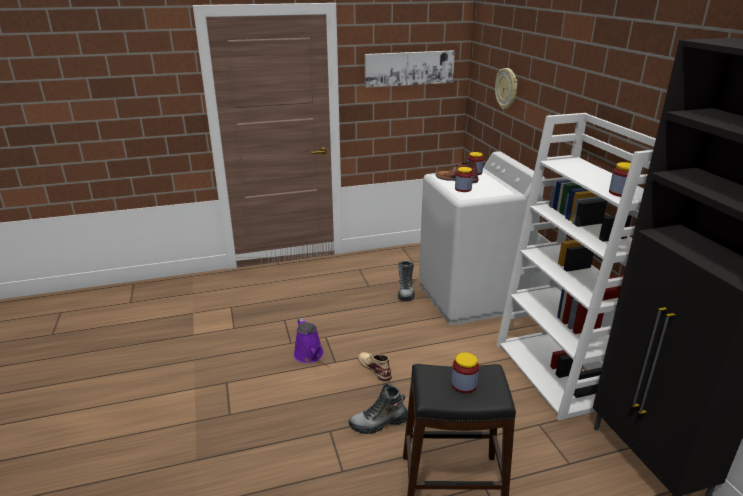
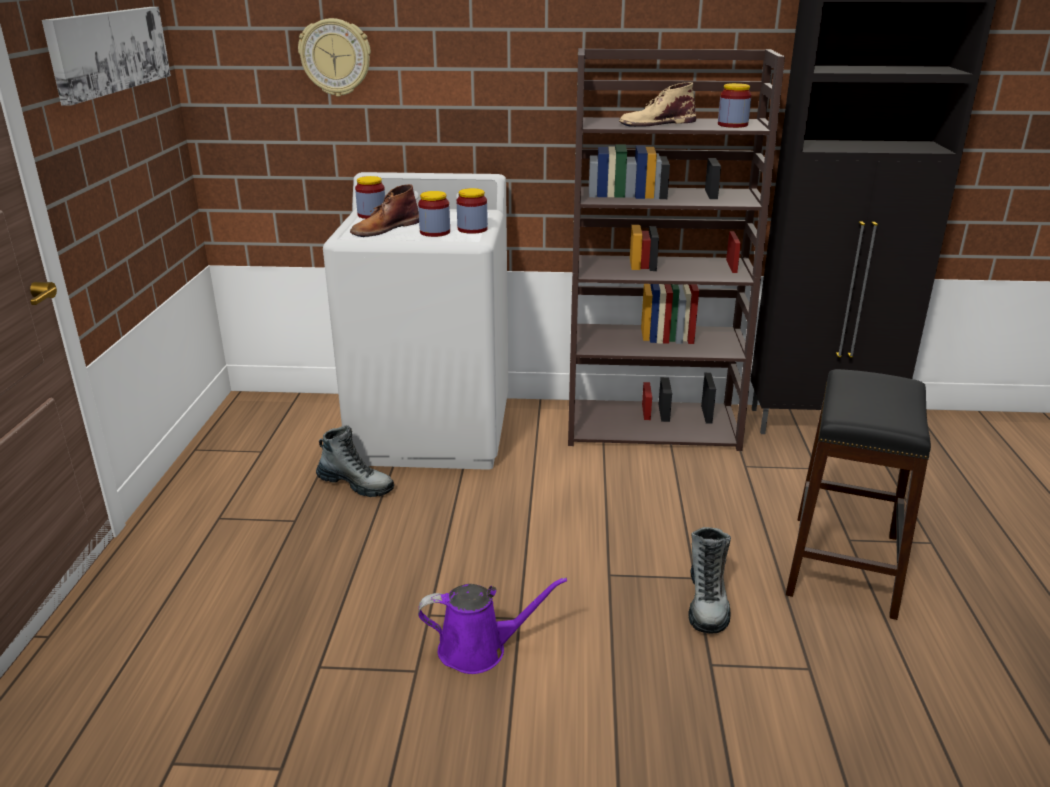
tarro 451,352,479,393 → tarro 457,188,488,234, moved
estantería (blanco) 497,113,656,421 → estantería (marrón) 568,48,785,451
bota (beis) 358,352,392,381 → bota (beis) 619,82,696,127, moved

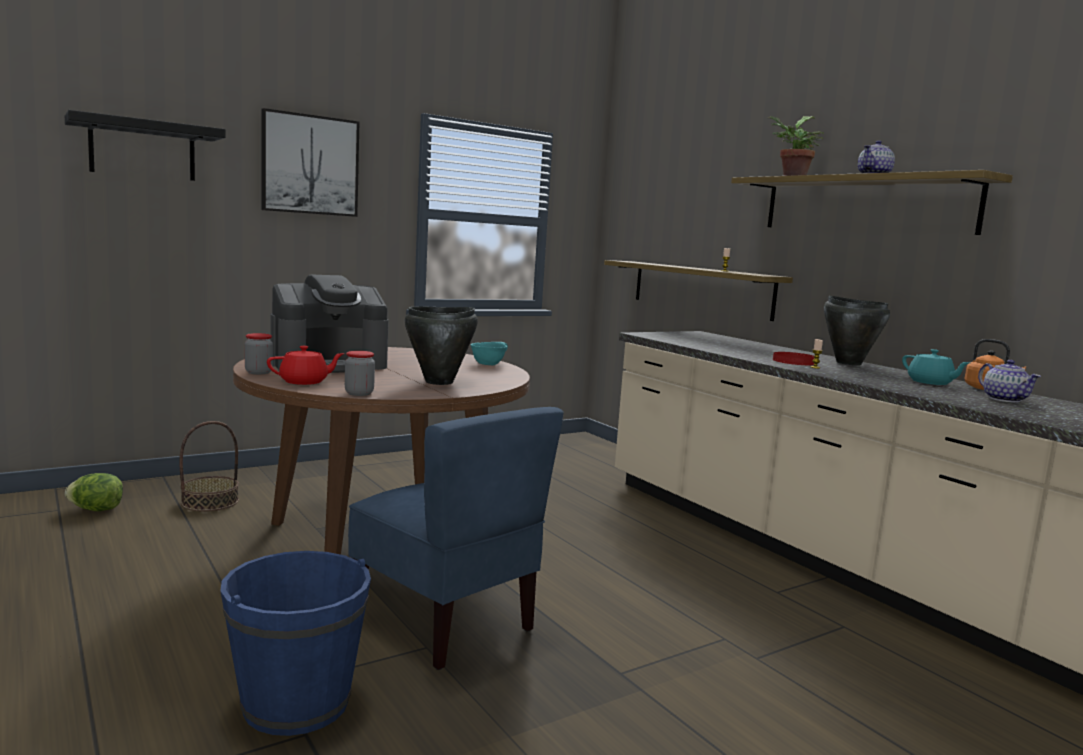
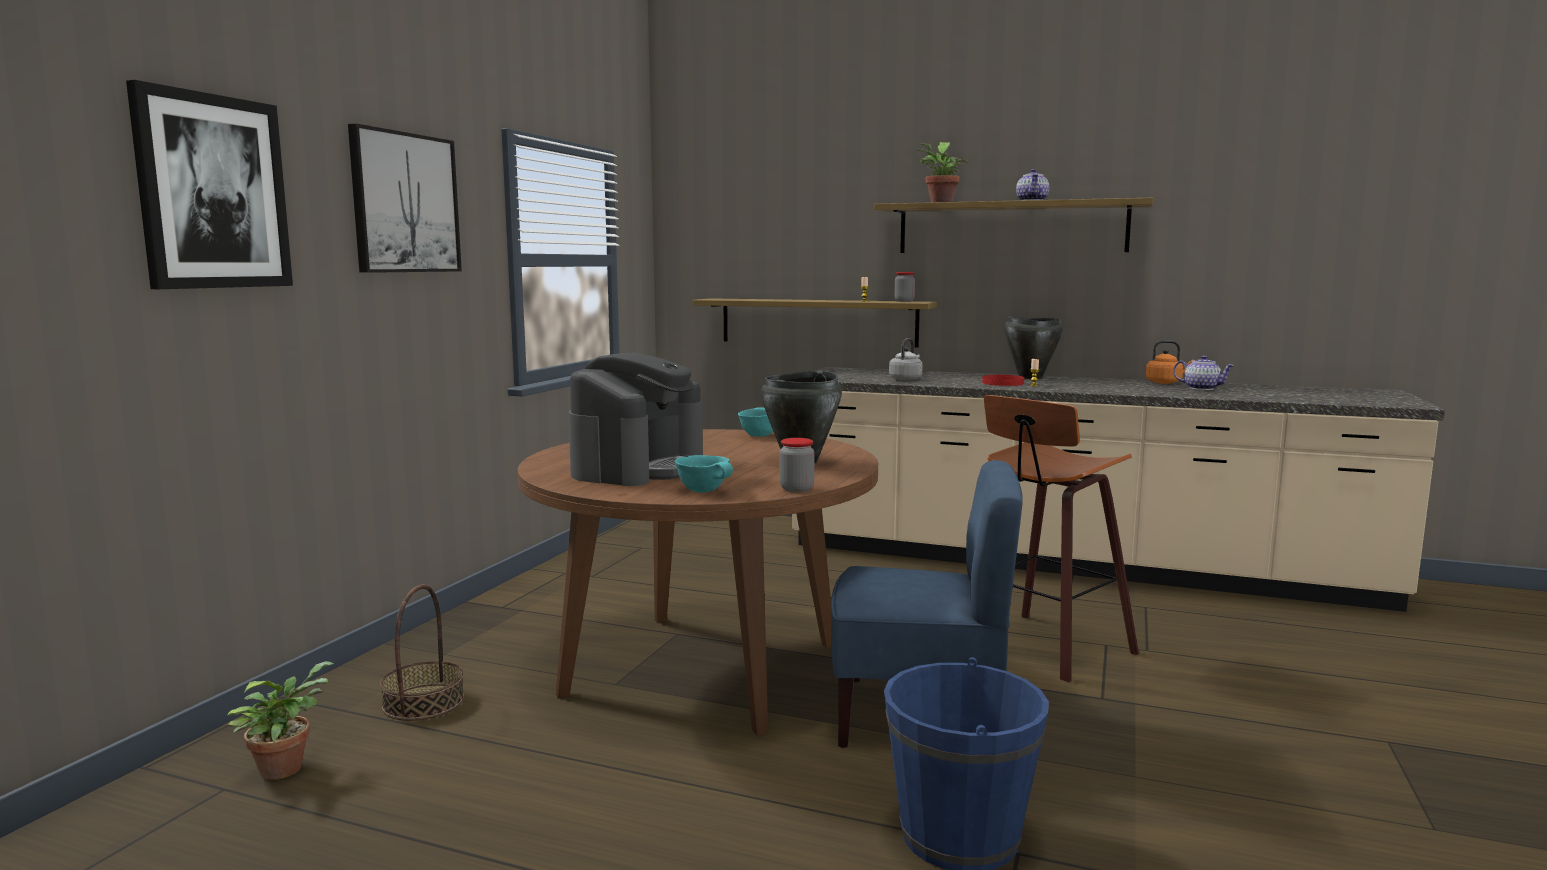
estante (negro) 65,110,226,181 → cuadro 126,80,293,289
lechuga 65,473,123,511 → planta en maceta 228,661,334,780
tetera (rojo) 267,346,345,385 → cuenco (turquesa) 675,455,733,493
- → hervidor (gris) 889,338,923,380
tarro 245,333,273,374 → tarro 895,272,915,302, moved
- → taburete 984,395,1139,682
tetera (turquesa) 902,349,969,385 → -

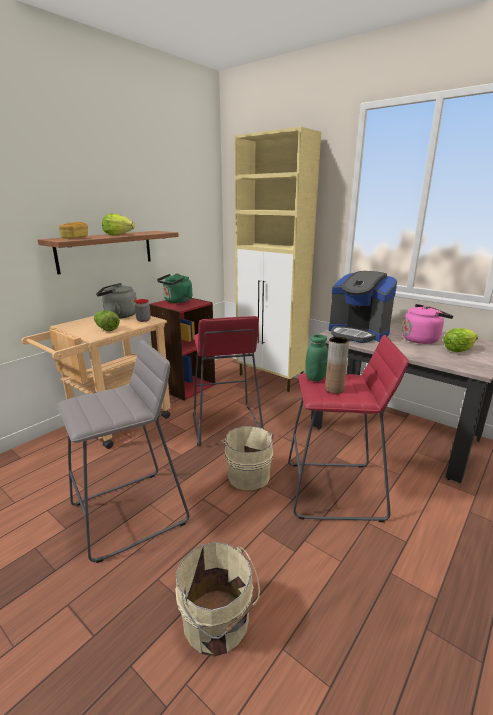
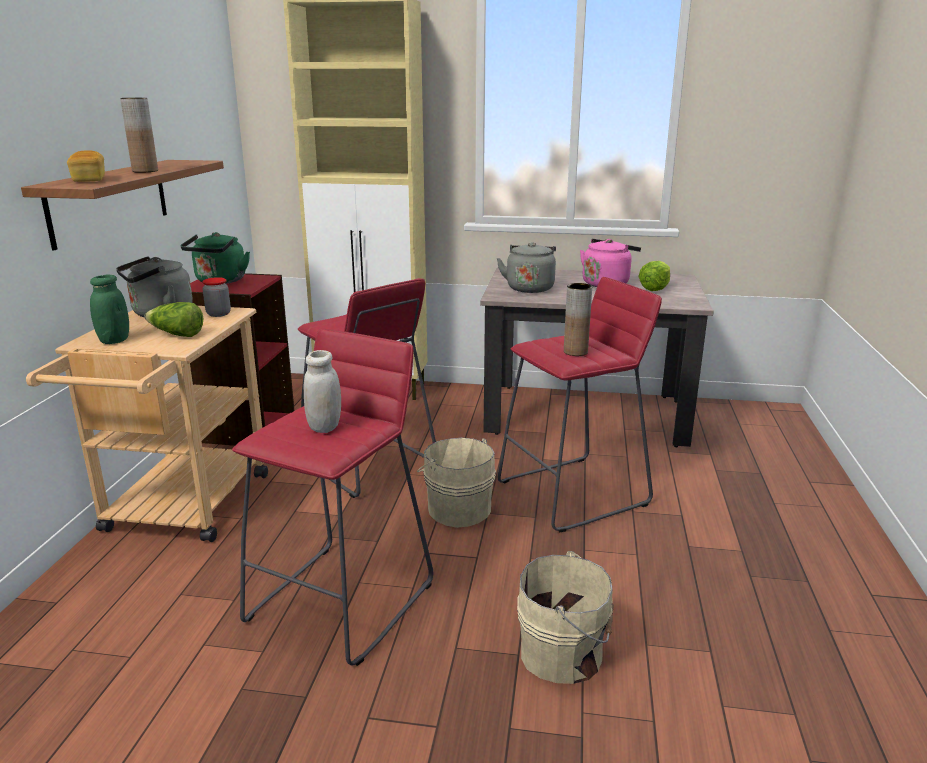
tarro (verde) 305,334,328,381 → tarro (verde) 90,275,129,344, moved
lechuga 102,213,135,235 → florero (marrón) 120,98,158,173
taburete (gris) 57,340,189,563 → taburete (rojo) 232,328,433,666
- → tarro (blanco) 303,350,341,433
cafetera 329,271,397,343 → hervidor (gris) 497,242,556,293

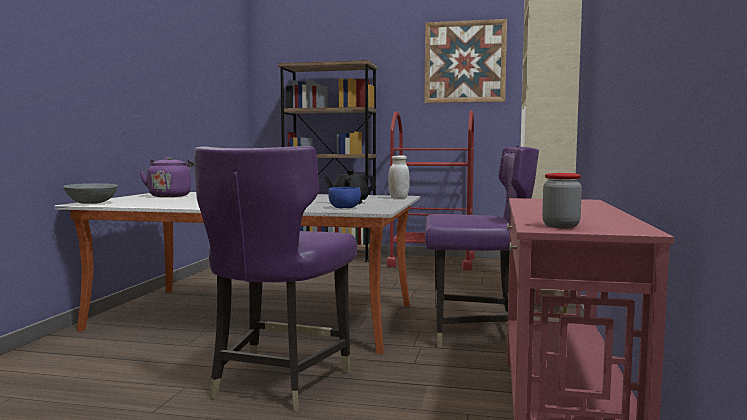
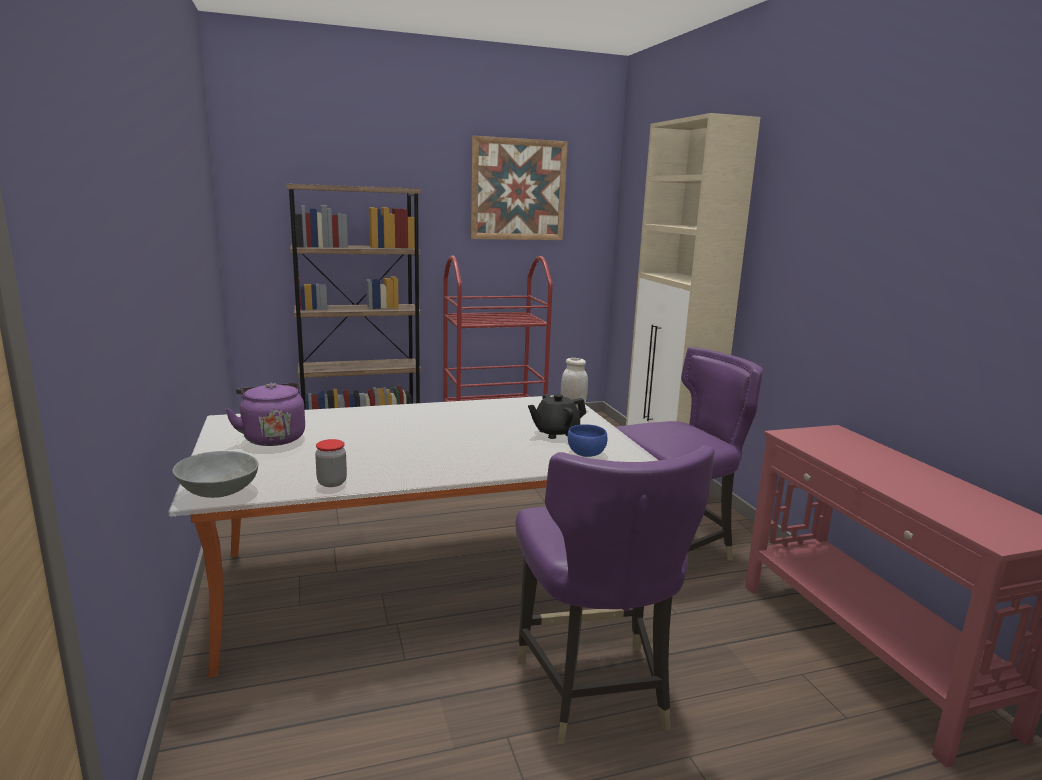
tarro 542,173,582,228 → tarro 315,439,347,487, moved

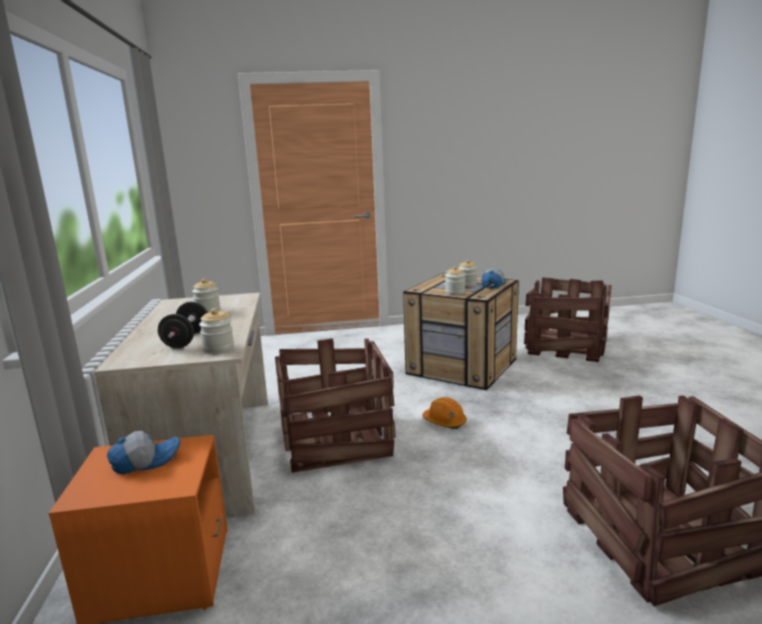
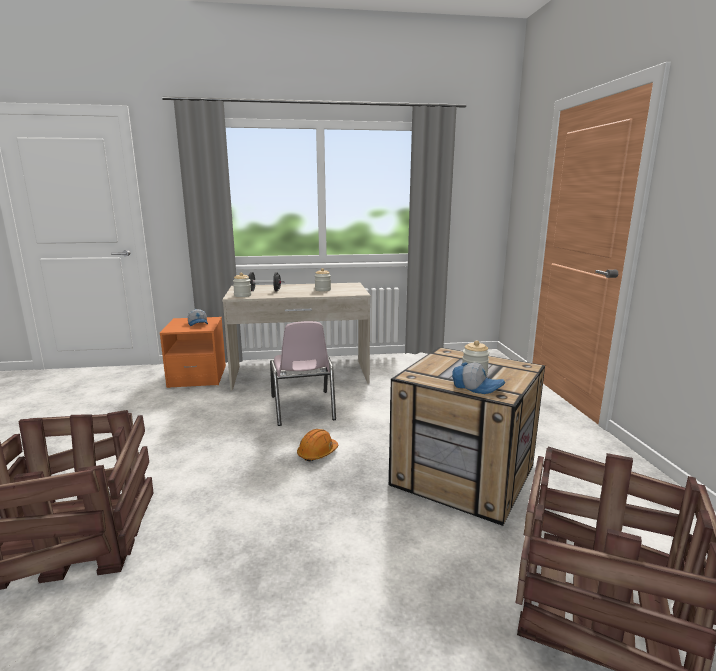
caja de embalaje 275,338,396,473 → silla (rosa) 270,321,336,426
tarro 445,266,465,295 → -

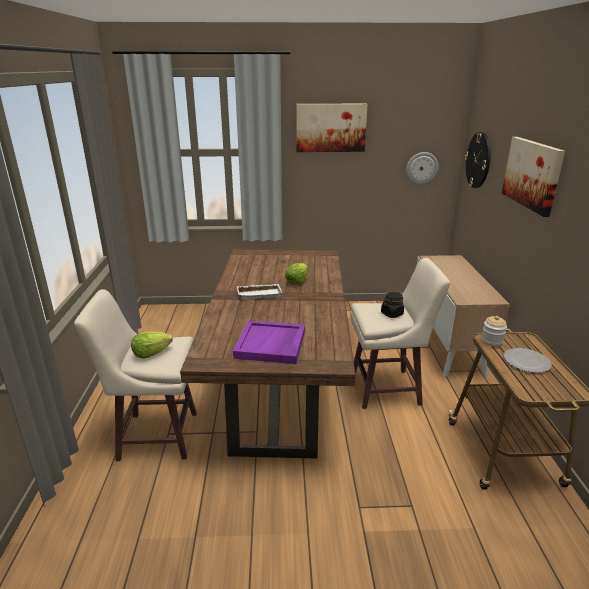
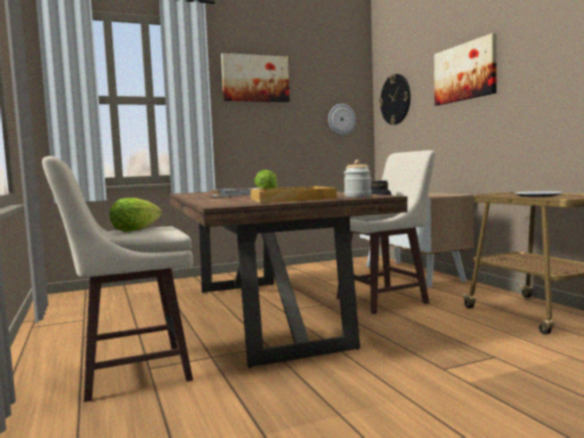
bandeja (morado) 233,320,305,364 → bandeja (beis) 250,186,337,203
tarro 481,316,507,347 → tarro 344,160,371,197, moved

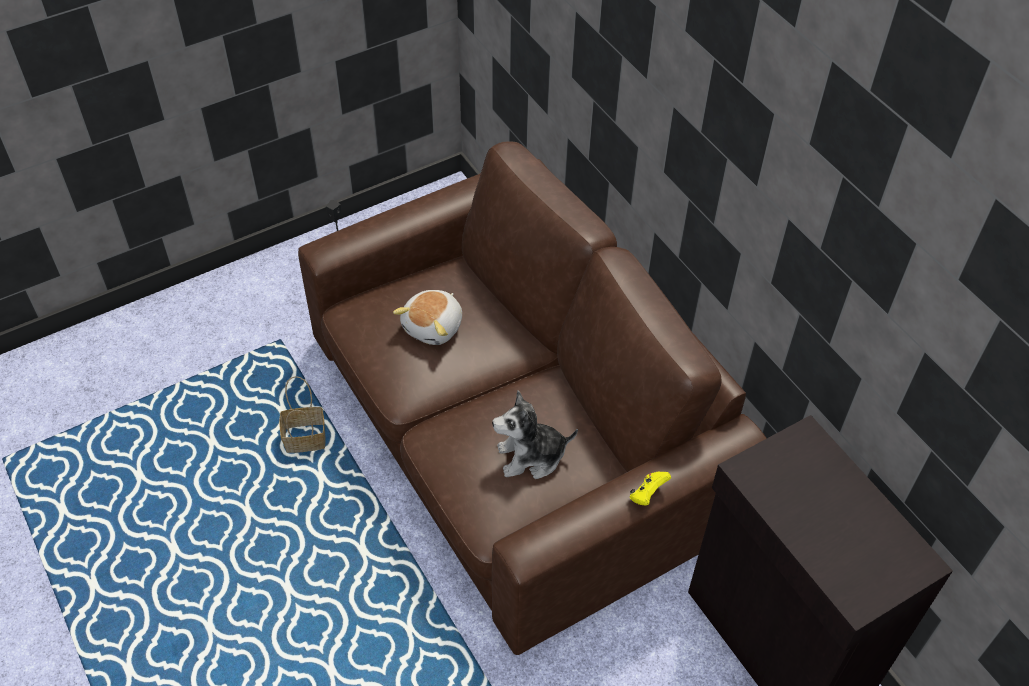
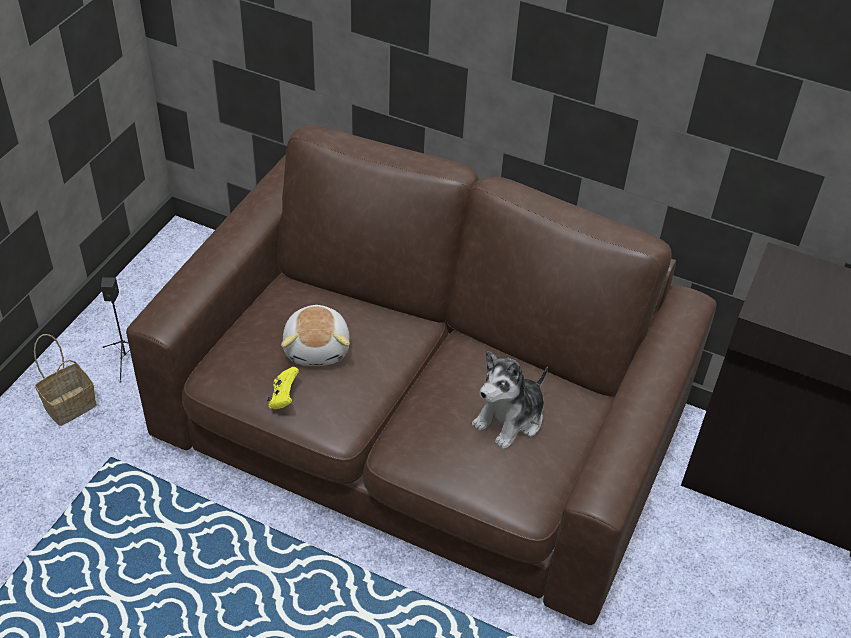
cesta 279,376,325,453 → cesta 34,334,97,426, moved
mando de consola (amarillo) 630,472,671,506 → mando de consola (amarillo) 267,367,299,409, moved

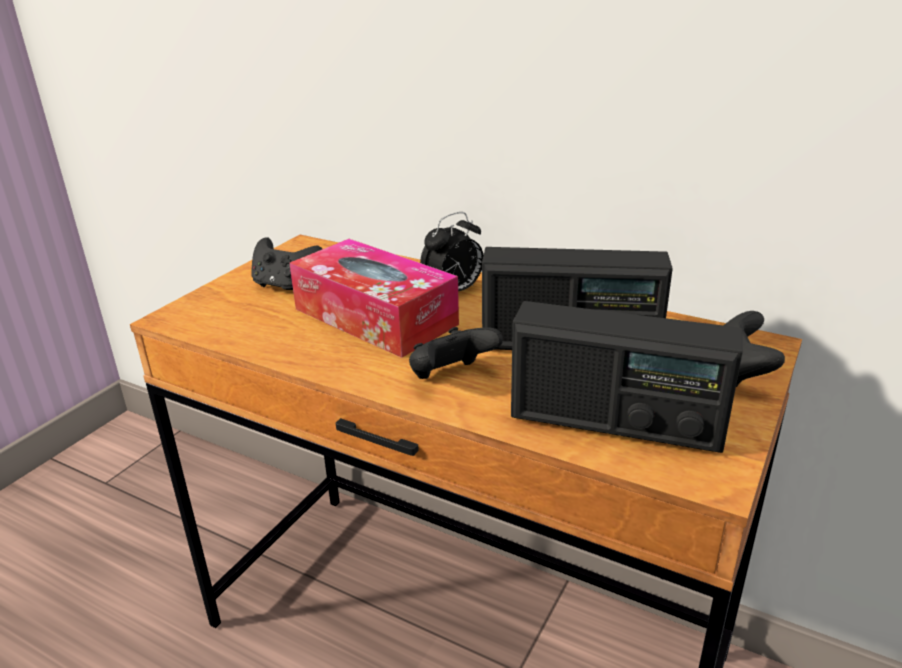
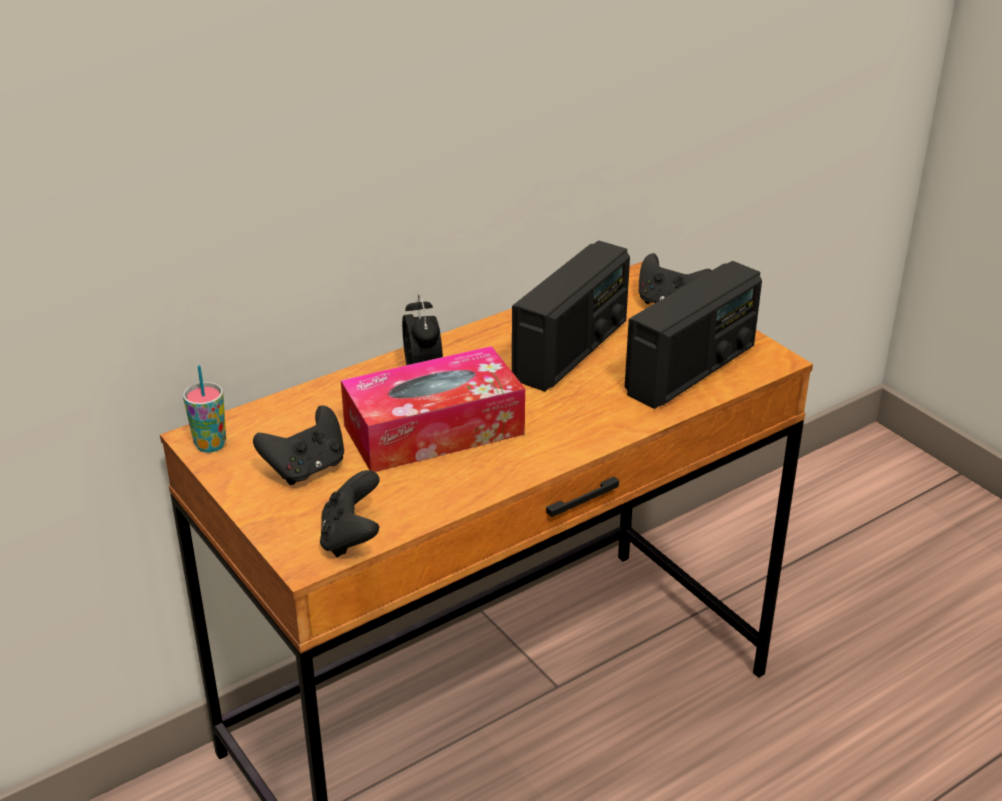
- → taza 183,365,226,453
mando de consola (negro) 409,327,503,379 → mando de consola (negro) 320,470,380,557, moved

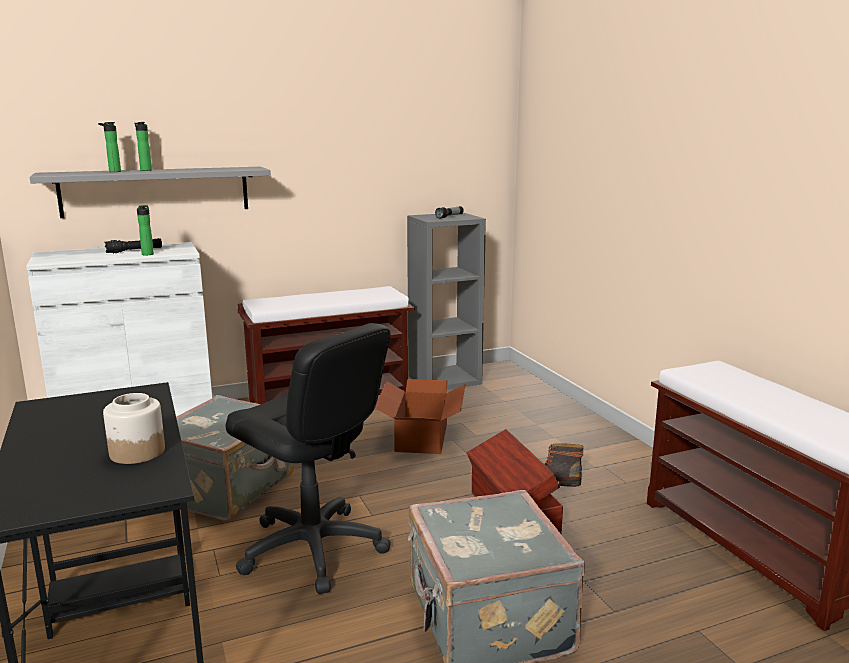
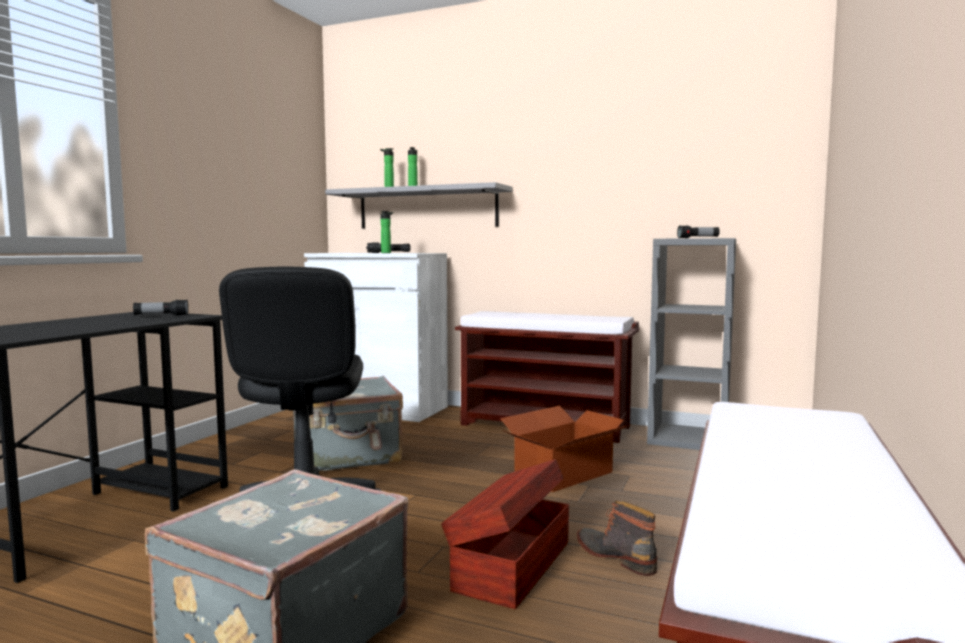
- → linterna 133,300,188,315
tarro 103,393,165,464 → -

